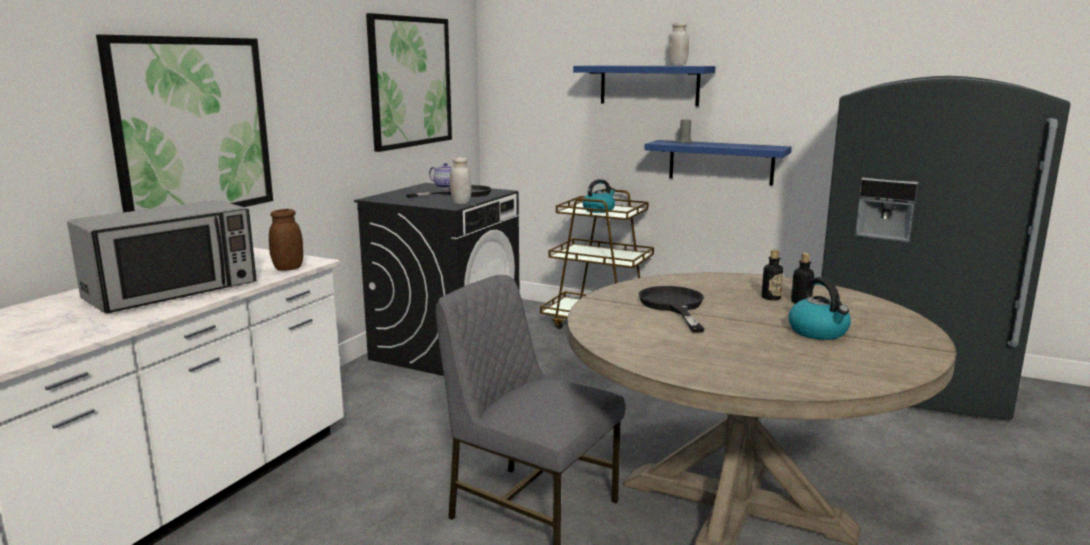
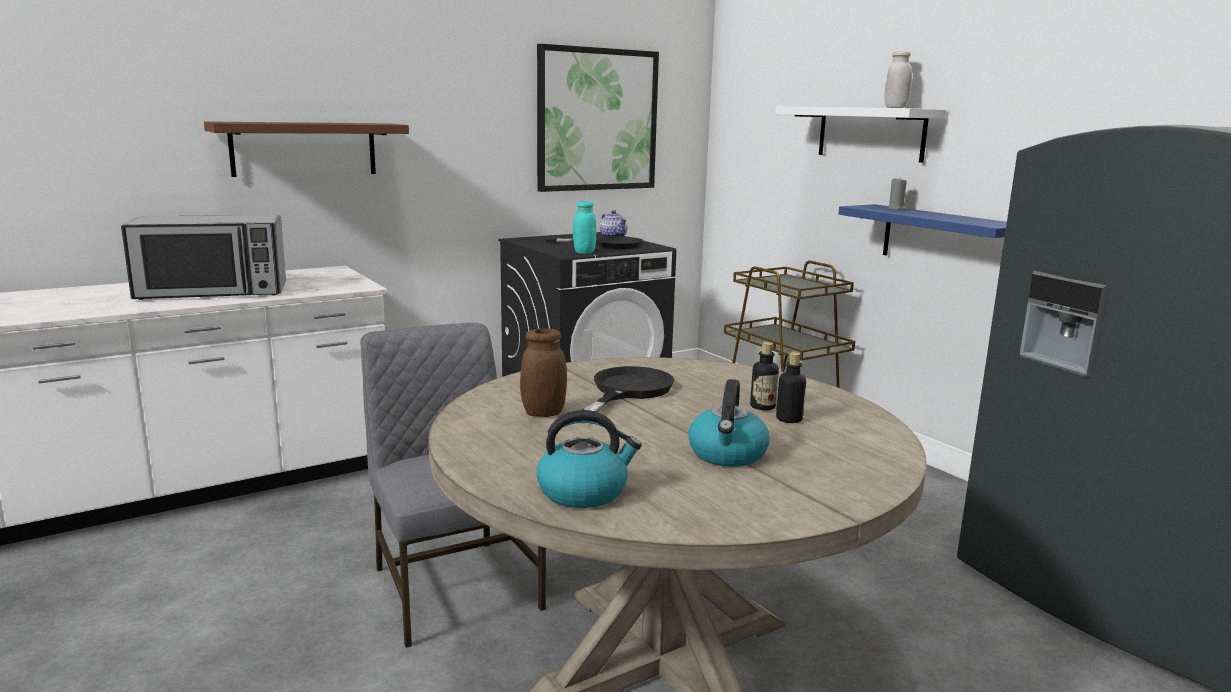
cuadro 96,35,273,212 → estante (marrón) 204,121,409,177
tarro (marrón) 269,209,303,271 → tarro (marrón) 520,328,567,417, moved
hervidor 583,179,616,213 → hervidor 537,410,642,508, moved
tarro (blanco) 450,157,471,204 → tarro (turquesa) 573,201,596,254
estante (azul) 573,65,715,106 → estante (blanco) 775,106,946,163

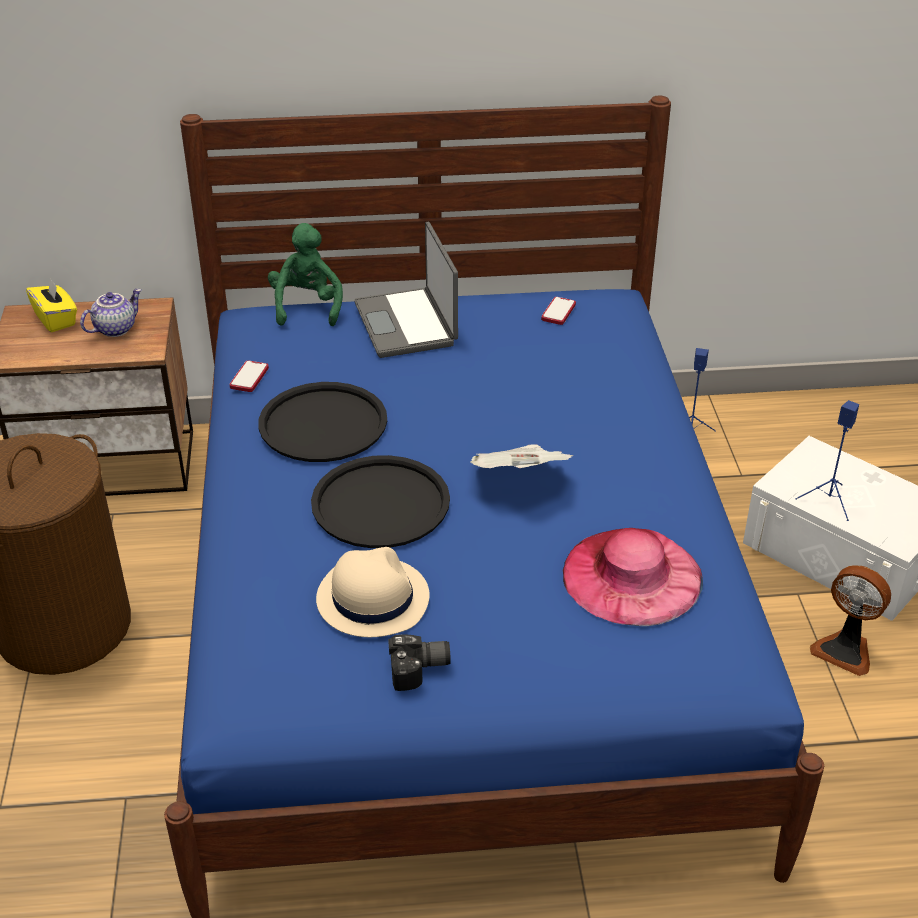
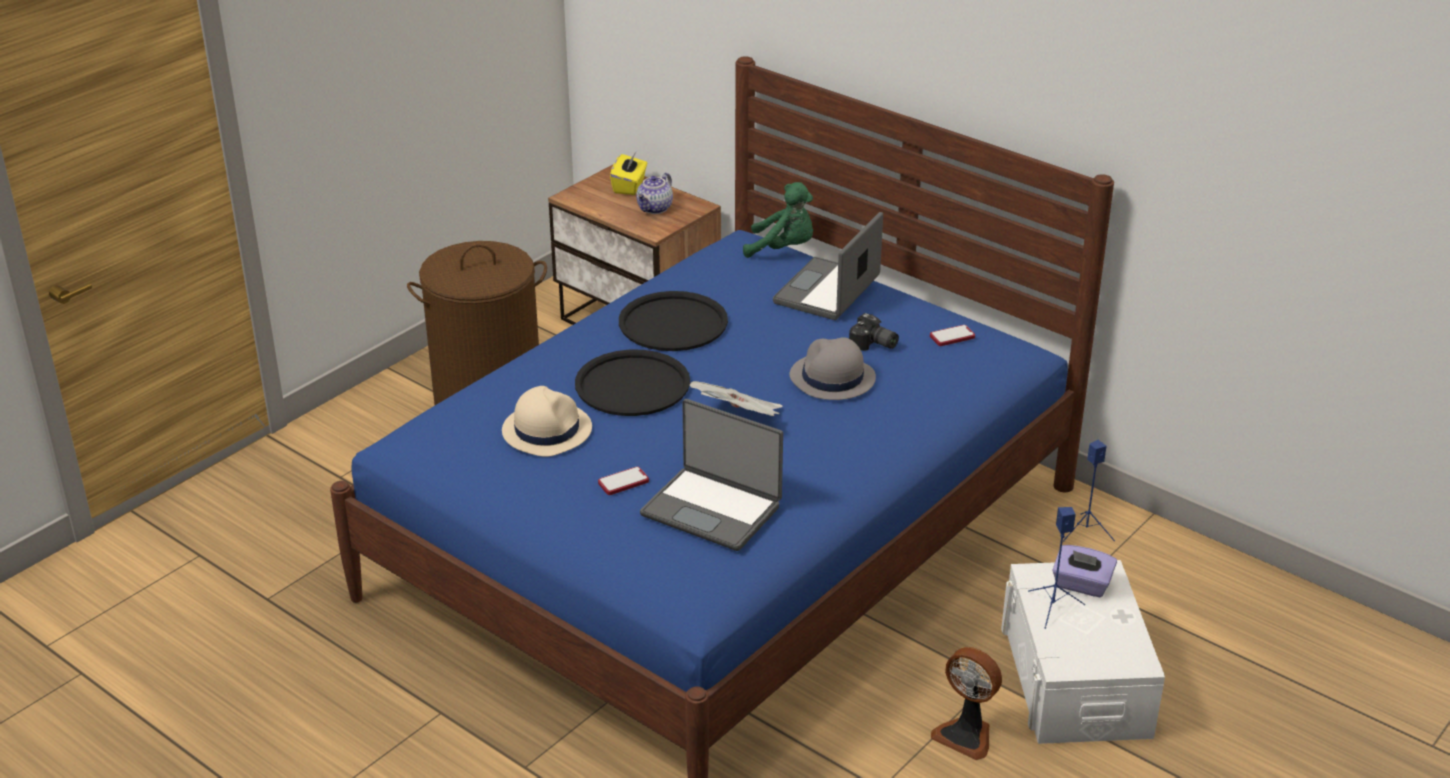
móvil 229,361,269,392 → móvil 598,467,649,495, moved
tetera 80,289,142,337 → tetera 636,173,673,214, 120 degrees clockwise
sombrero (rosa) 563,528,703,626 → portátil 640,399,783,551
peluche (verde) 268,223,343,326 → peluche (verde) 743,182,813,258, 60 degrees clockwise
- → sombrero (gris) 789,337,876,400
cámara 388,634,451,691 → cámara 849,313,899,351, moved
ventilador 810,565,891,676 → ventilador 931,647,1002,760, 45 degrees counterclockwise
- → caja de pañuelos (morado) 1052,545,1117,597

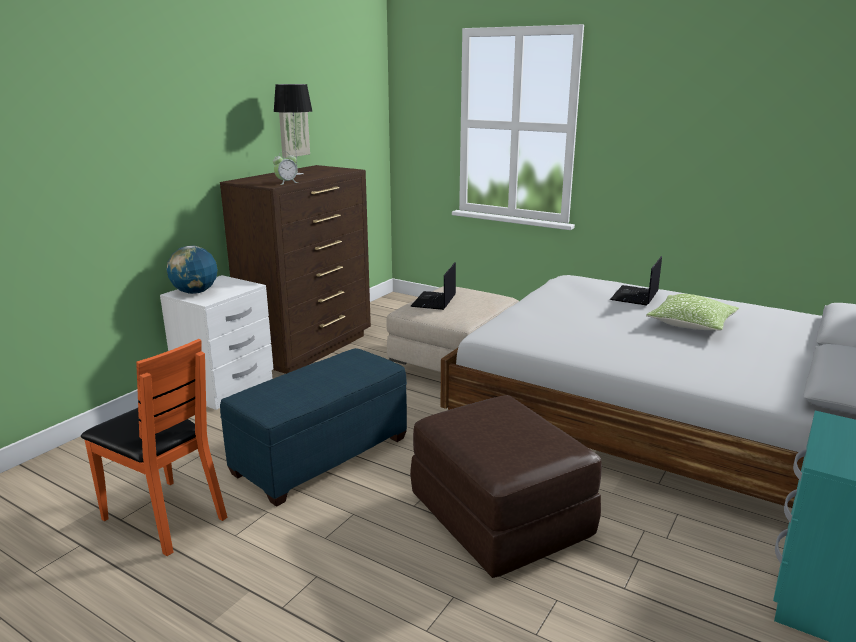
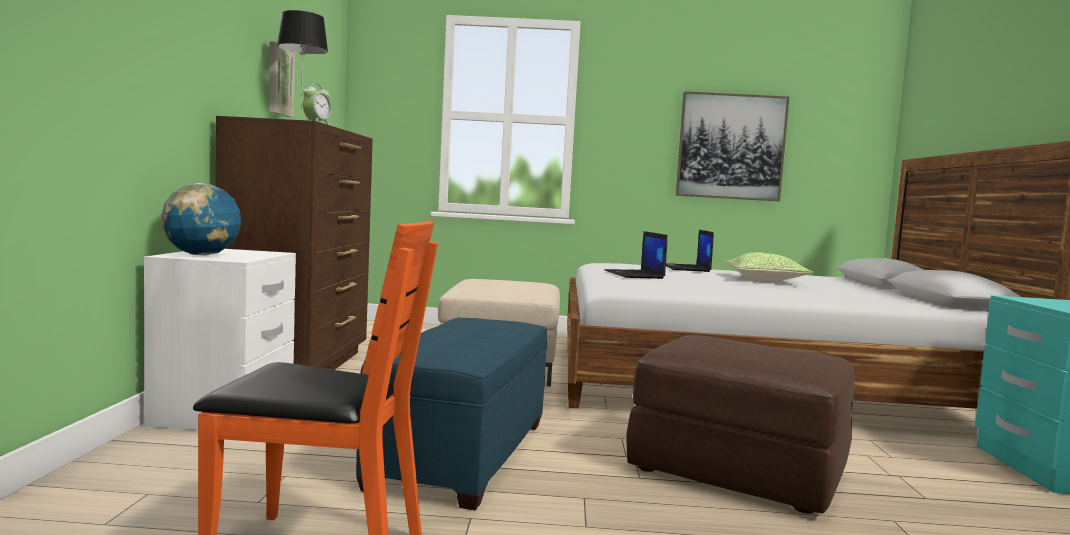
portátil 411,262,456,310 → portátil 605,231,668,279, moved
- → cuadro 676,91,789,201

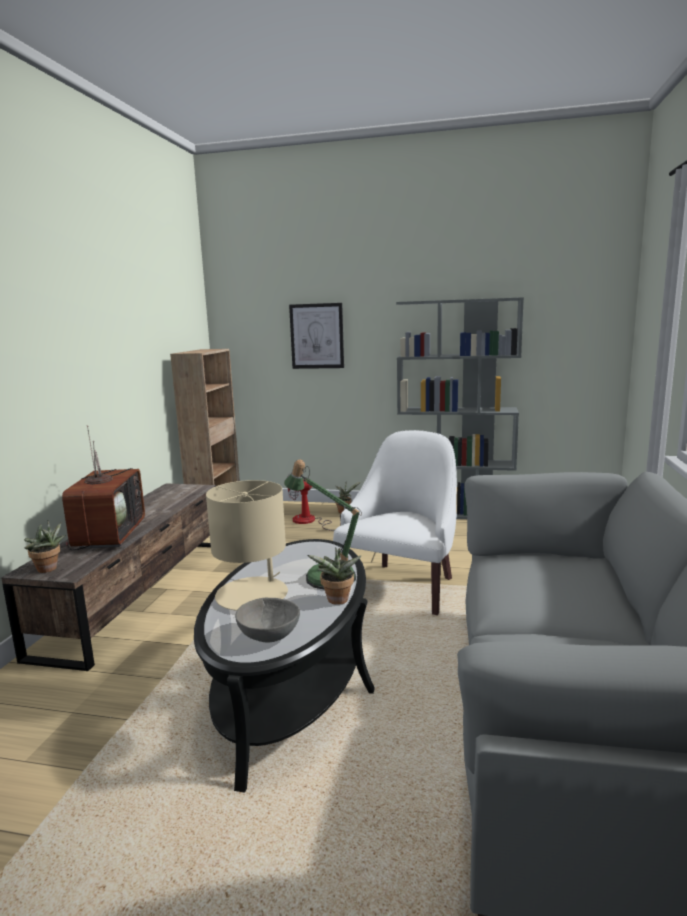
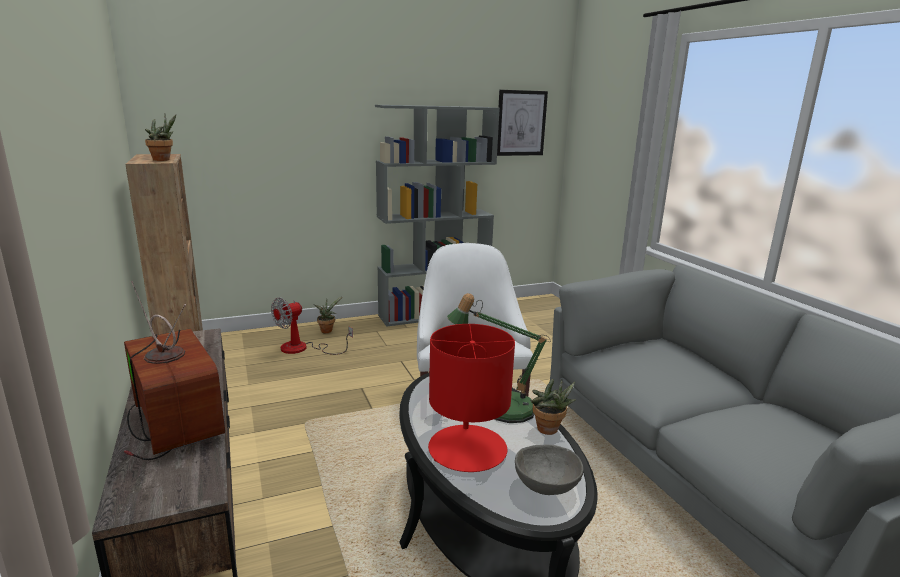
planta en maceta 24,520,65,573 → planta en maceta 145,114,176,161, moved
lámpara de mesa (beis) 206,480,288,611 → lámpara de mesa (rojo) 428,324,515,472
cuadro 289,303,344,369 → cuadro 497,90,548,156, moved

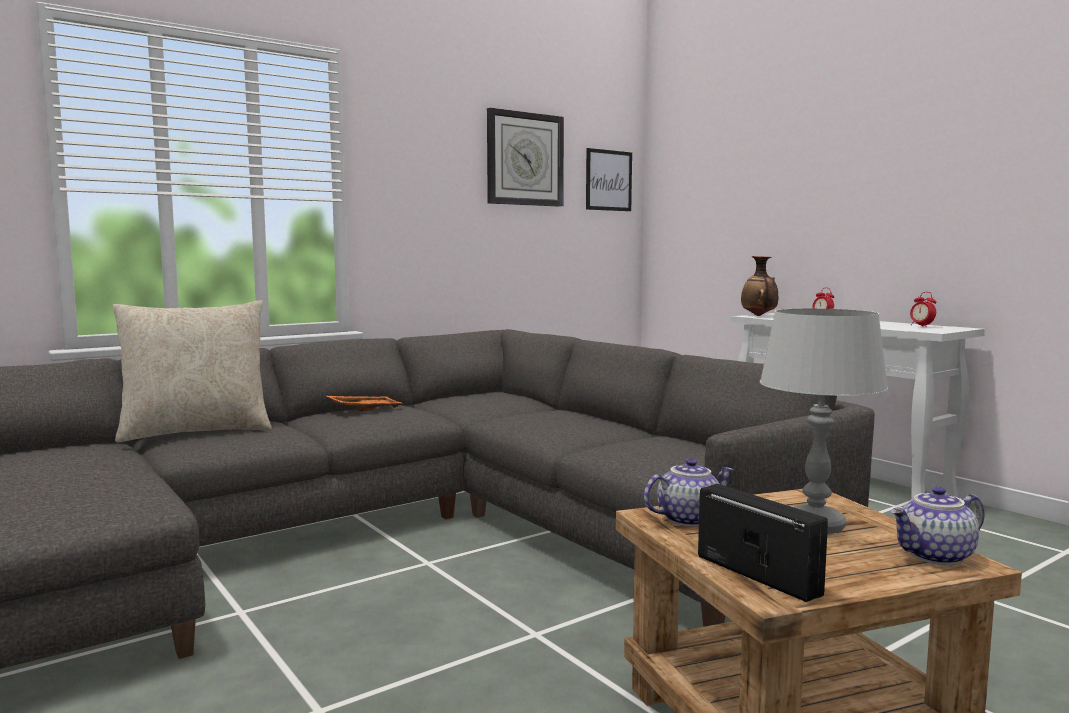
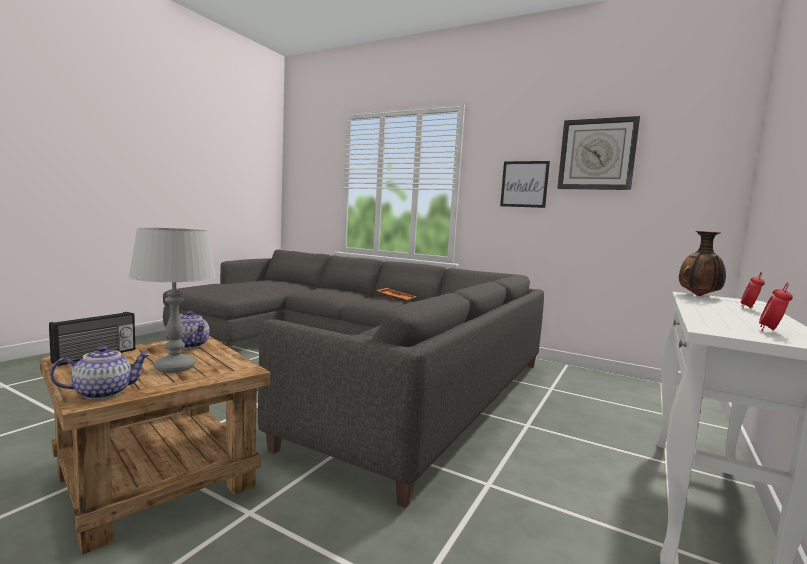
tetera 890,486,985,565 → tetera 50,345,151,400, 105 degrees clockwise
cuadro 586,148,632,211 → cuadro 500,161,550,208, moved
cojín (beis) 112,300,272,442 → -

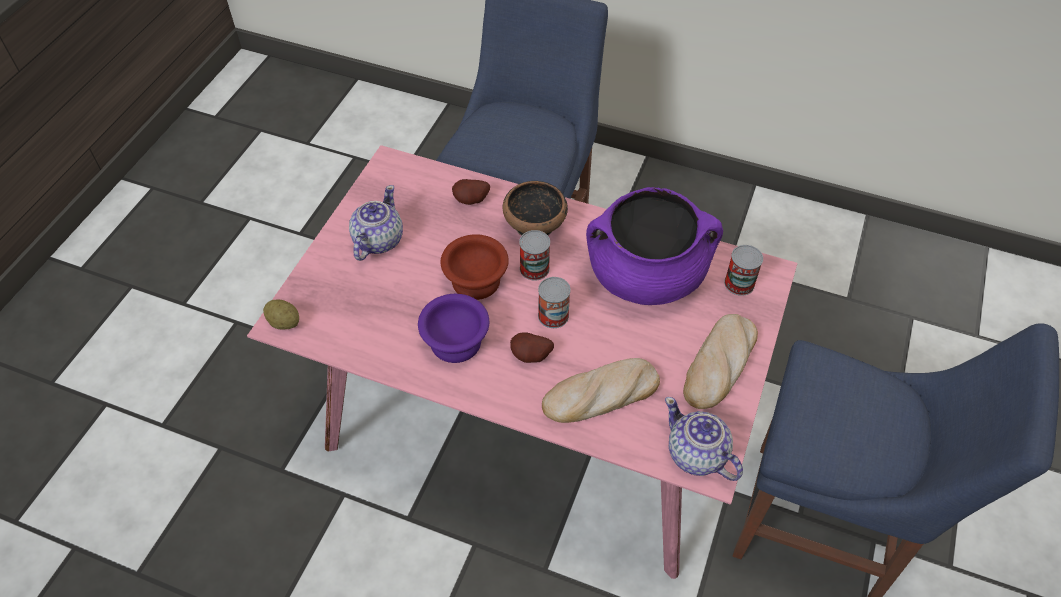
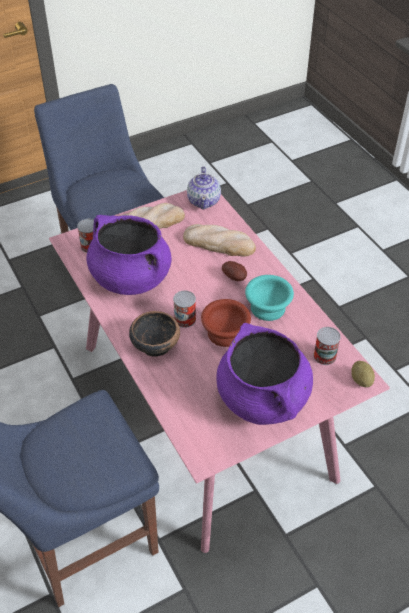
tetera 349,185,403,261 → olla (morado) 216,323,313,425
cuenco (morado) 418,294,489,363 → cuenco (turquesa) 245,275,294,321
lata 538,277,571,328 → lata 313,327,341,365, moved
patata 452,179,490,205 → -

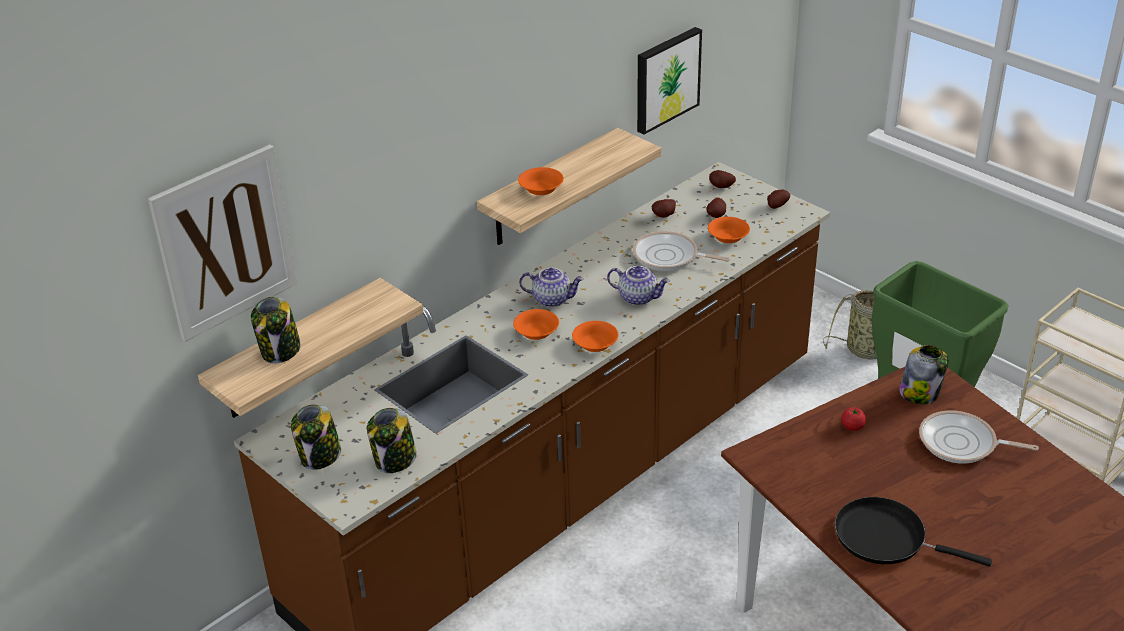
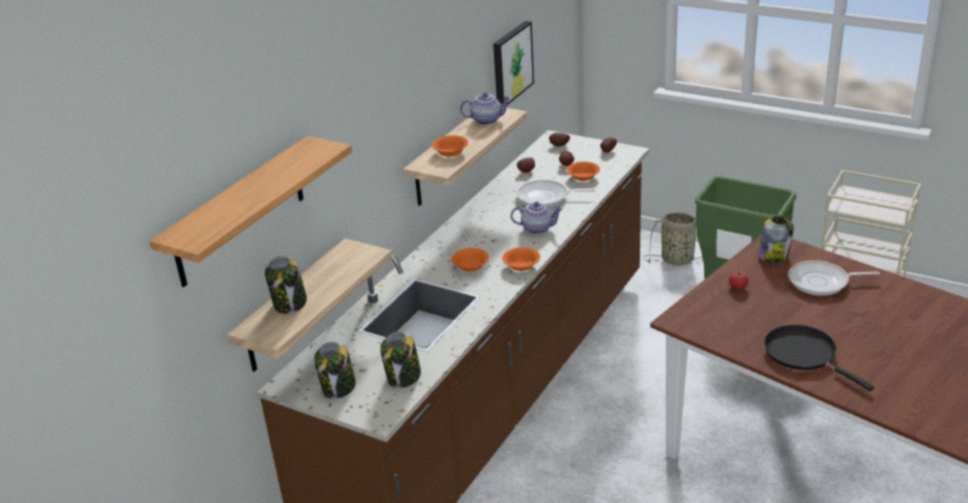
cuadro 148,145,297,342 → estante 149,136,352,287
tetera 519,268,584,307 → tetera 460,92,511,125, moved
sartén (negro) 835,497,992,567 → sartén (negro) 764,325,874,391, 45 degrees clockwise

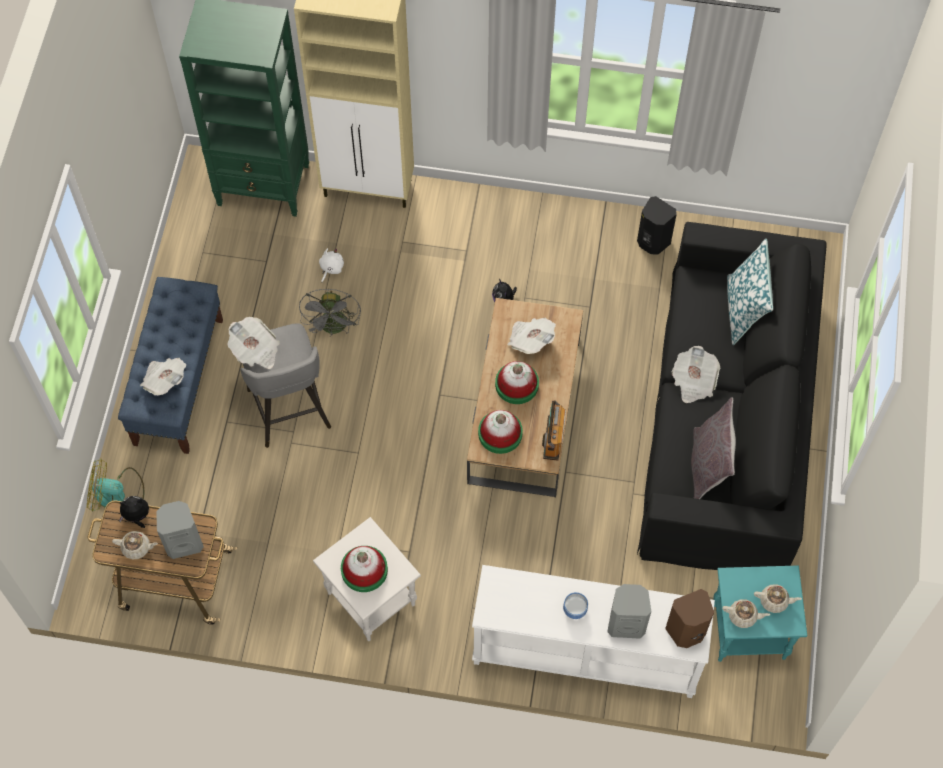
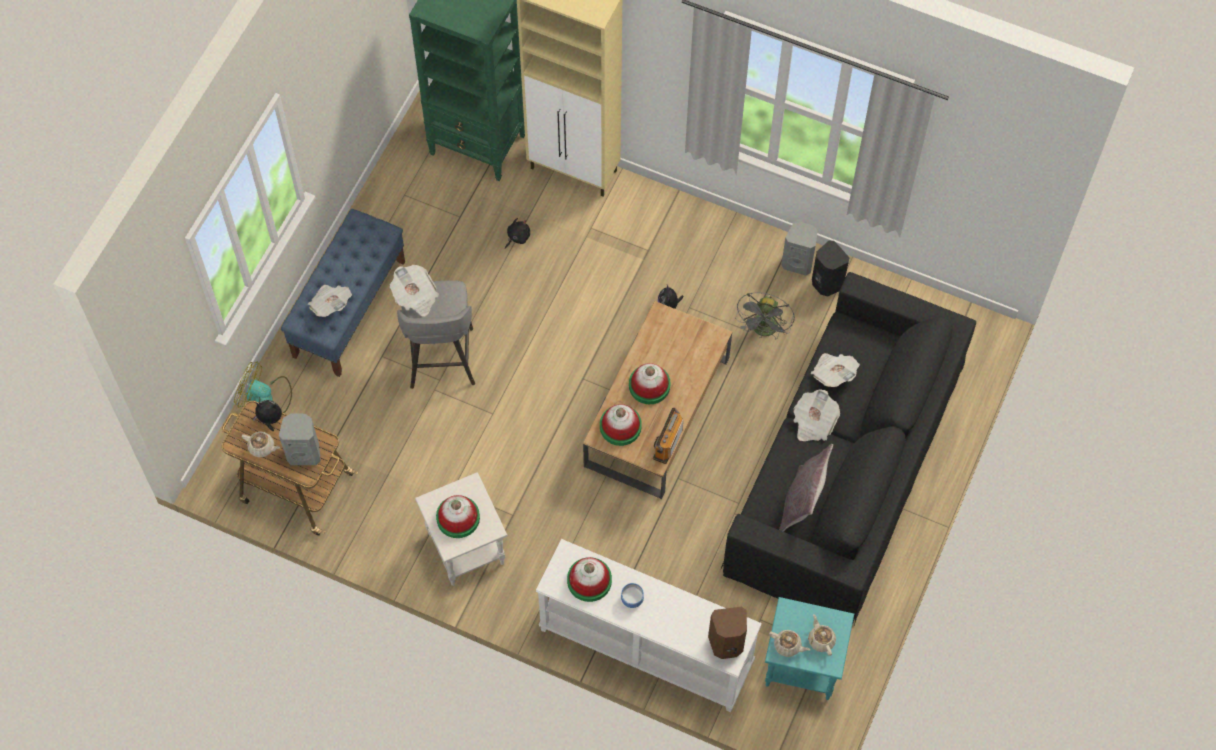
peluche (blanco) 319,248,344,282 → peluche (negro) 505,218,530,249
- → sombrero 567,557,612,602
ventilador (gris) 299,289,361,336 → ventilador (gris) 735,292,795,340, moved
altavoz (gris) 607,584,651,639 → altavoz (gris) 781,222,818,275, moved
tetera (beis) 754,584,802,613 → tetera (beis) 808,614,836,656, 135 degrees counterclockwise
periódico 508,318,556,354 → periódico 811,353,860,387, moved
cojín 727,239,773,345 → -

